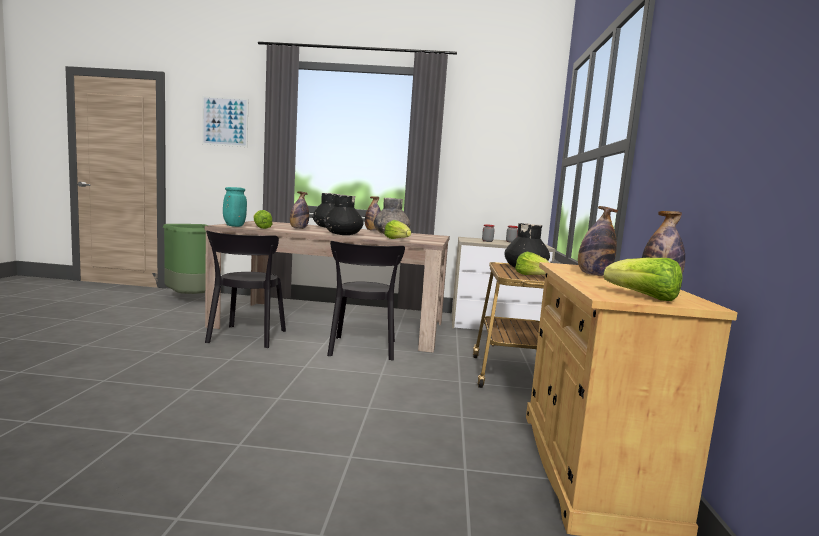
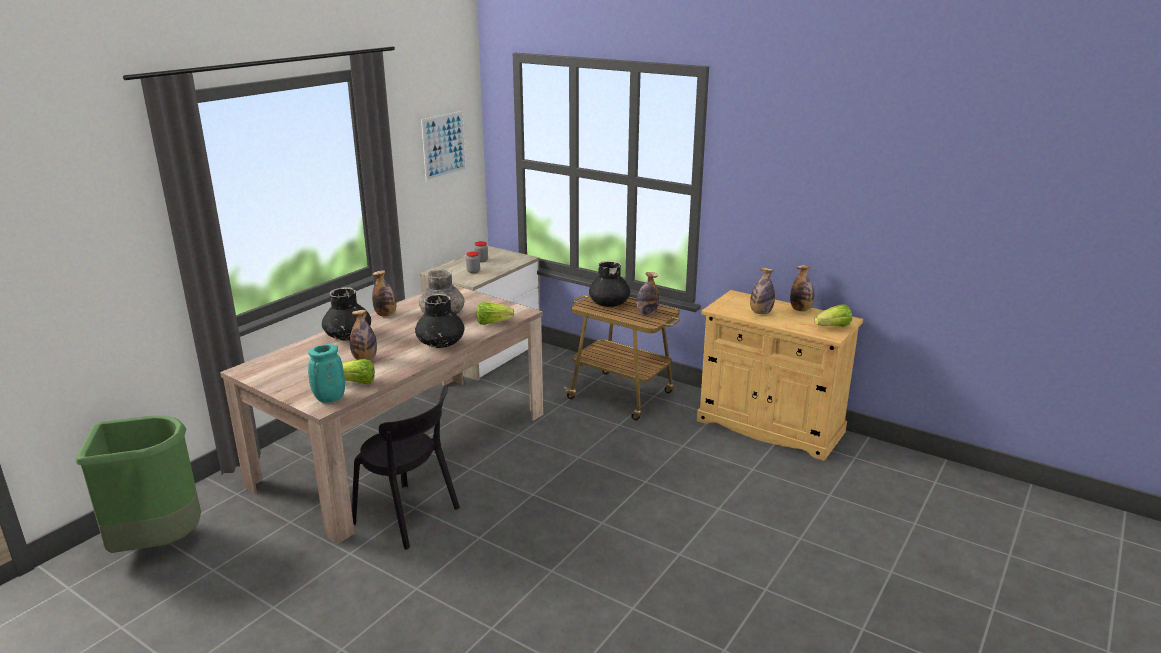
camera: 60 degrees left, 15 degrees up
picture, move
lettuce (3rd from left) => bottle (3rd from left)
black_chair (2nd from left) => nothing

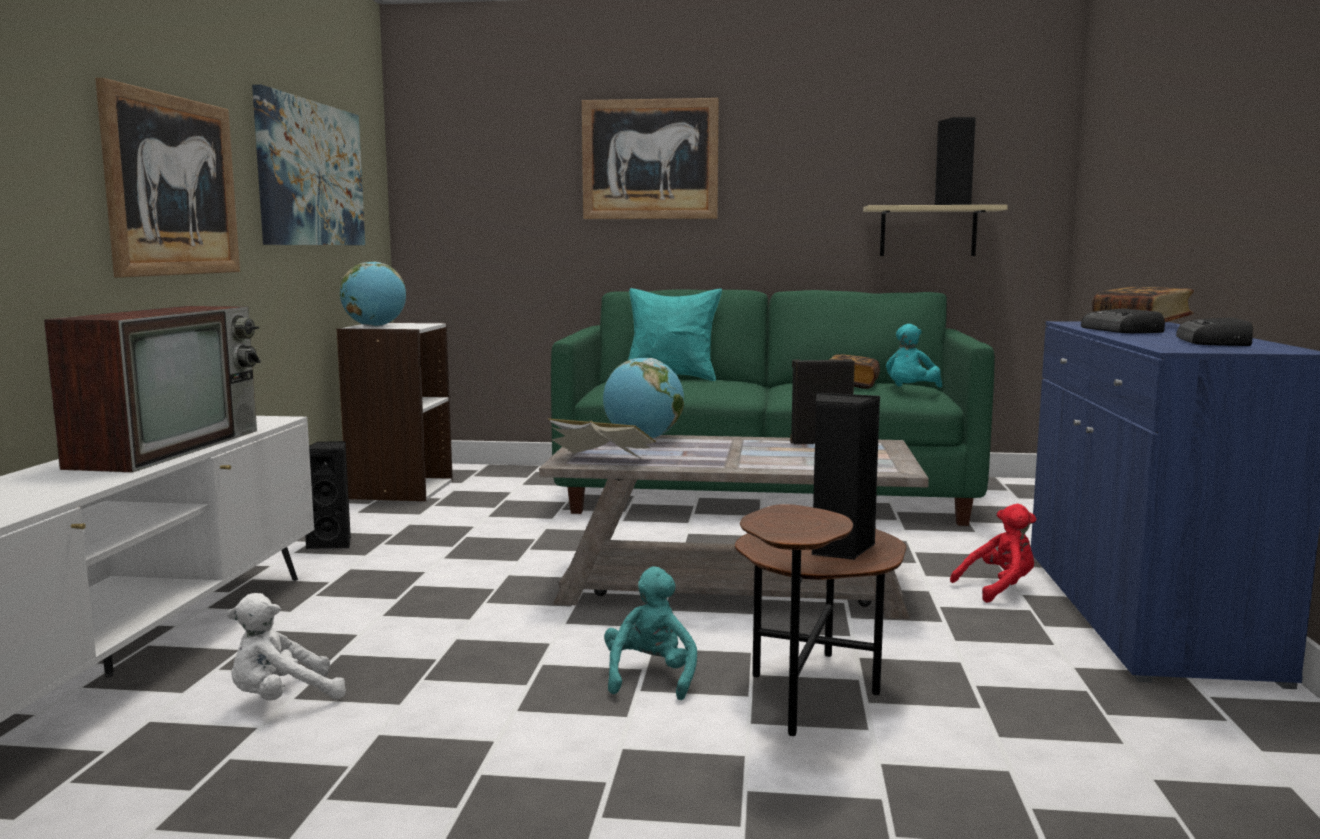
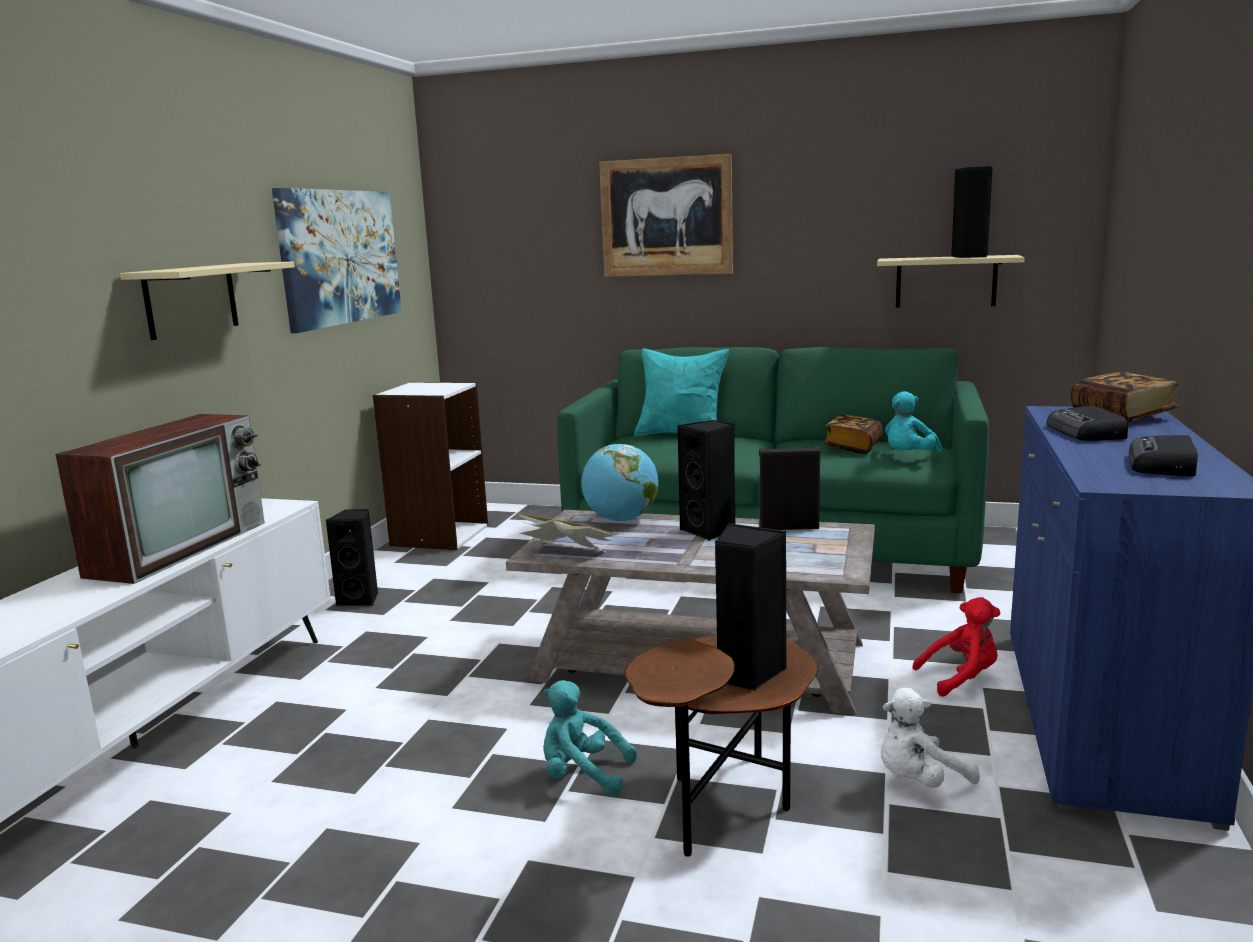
camera: 10 degrees right, 5 degrees up
picture (1st from left) => beige_shelf (1st from left)
turquoise_plush_toy (1st from left), 90 degrees counterclockwise
nothing => black_speaker (2nd from left)
white_plush_toy, move
globe (1st from left) => nothing

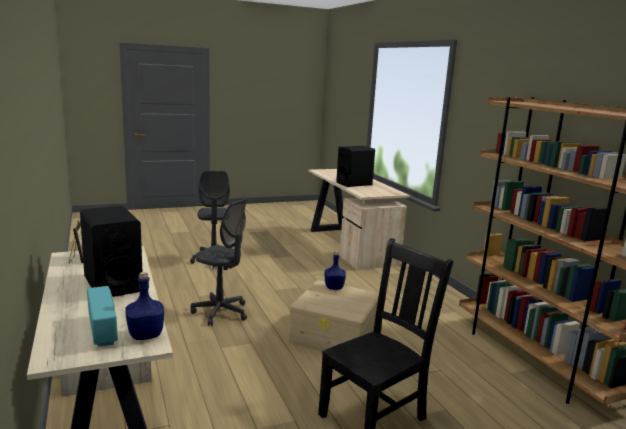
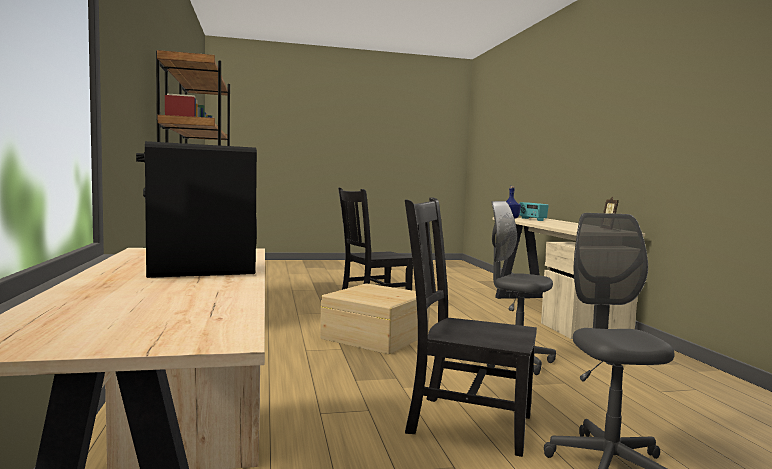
camera: 170 degrees left, 10 degrees down
nothing => black_chair (2nd from left)
black_speaker (1st from left) => nothing
blue_bottle (2nd from left) => nothing

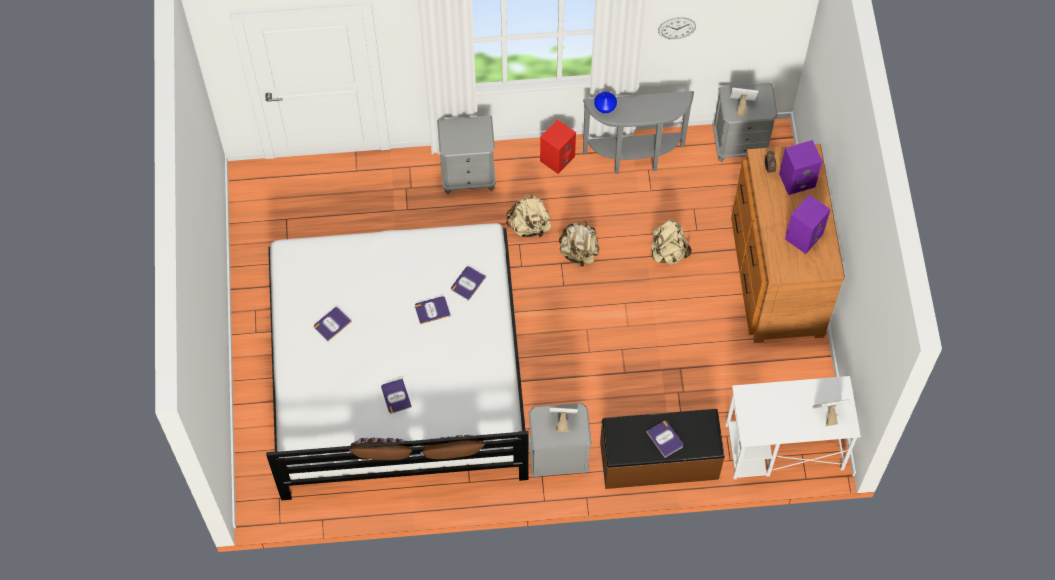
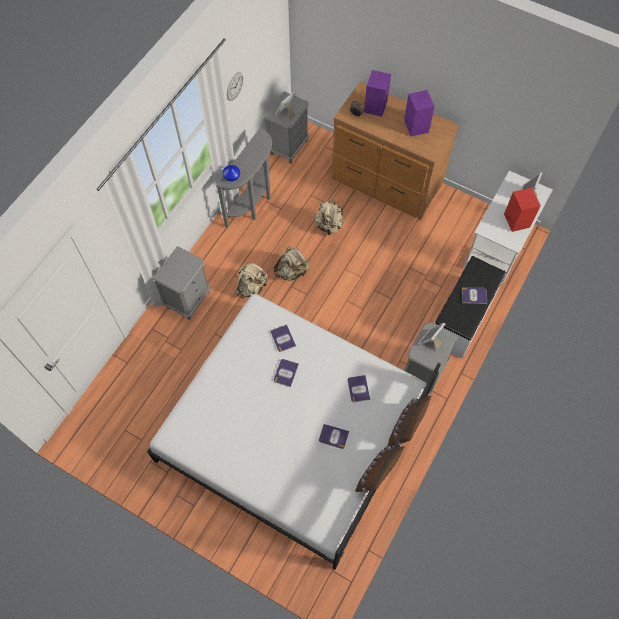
camera: 55 degrees left, 0 degrees up
book (1st from left in the first image) => book (4th from left), move
brown_bench => white_bench
red_speaker, move

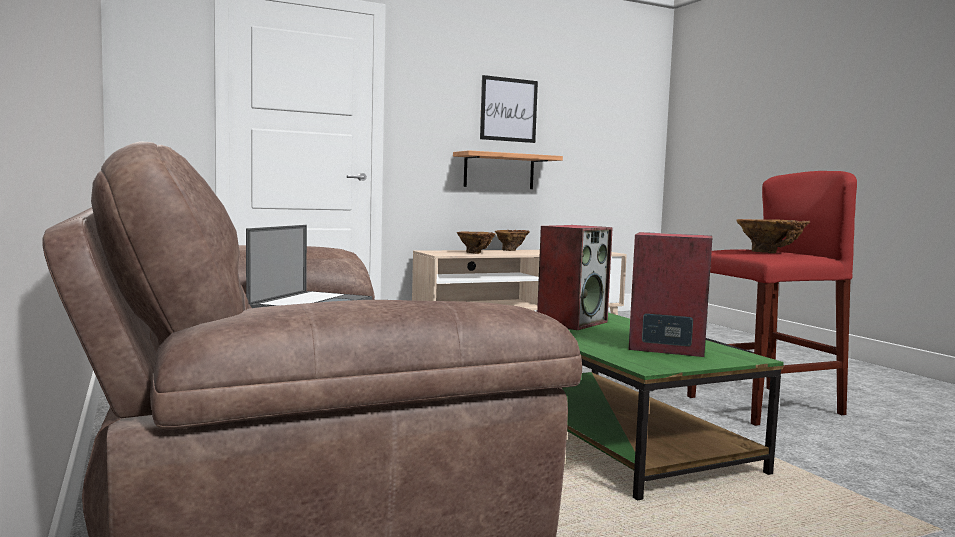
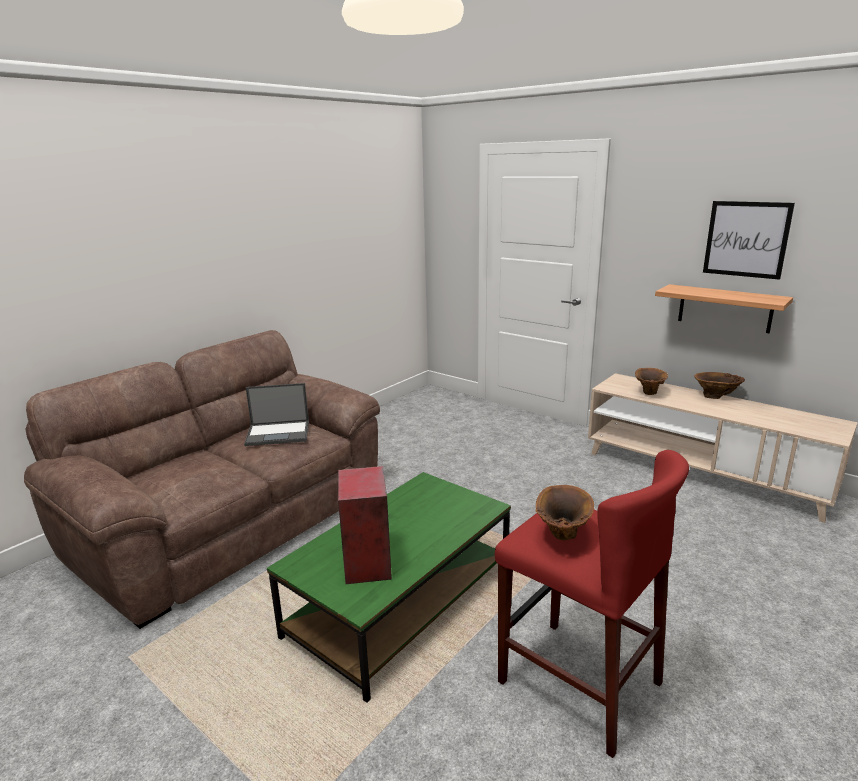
camera: 65 degrees right, 15 degrees up
speaker (1st from left) => nothing

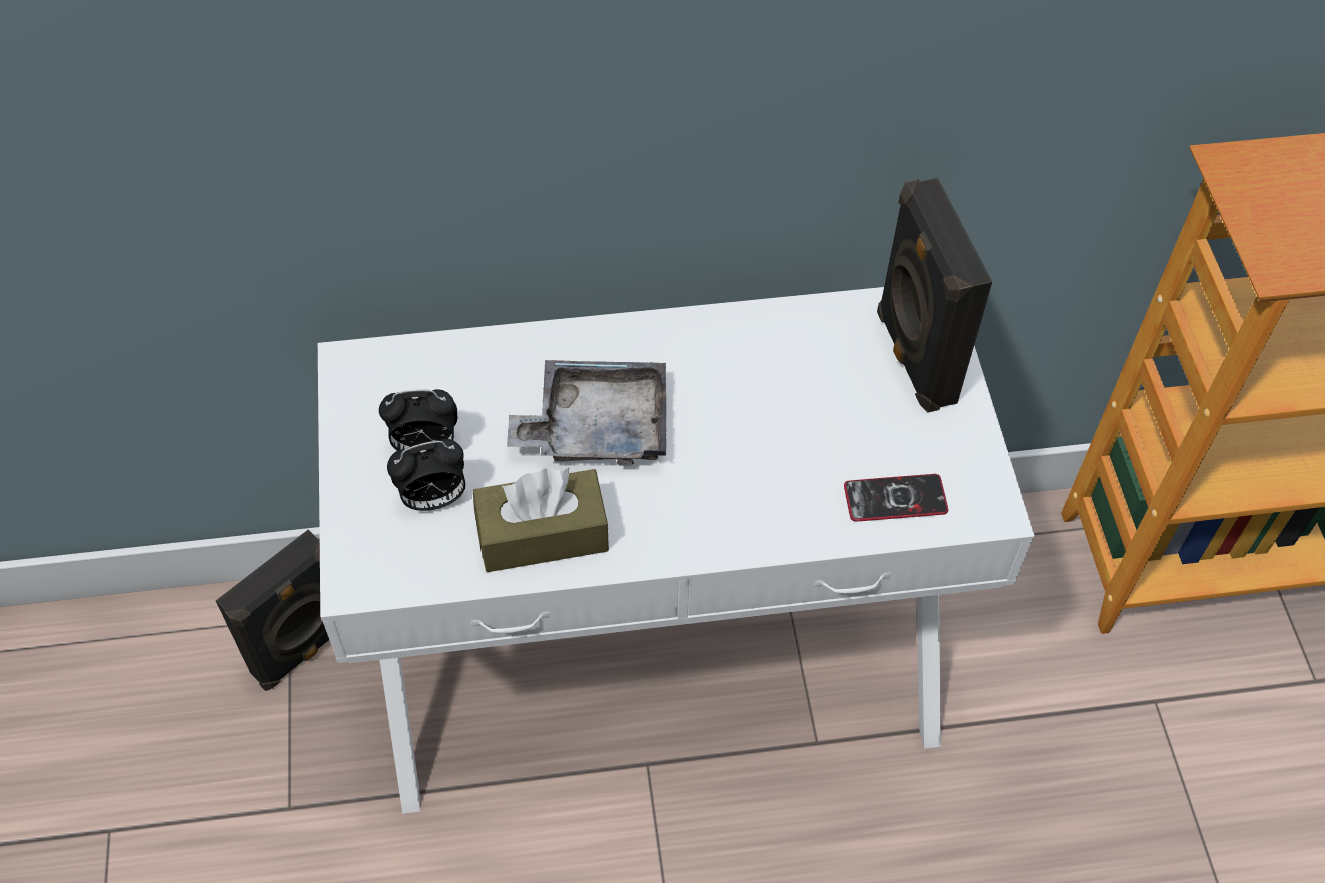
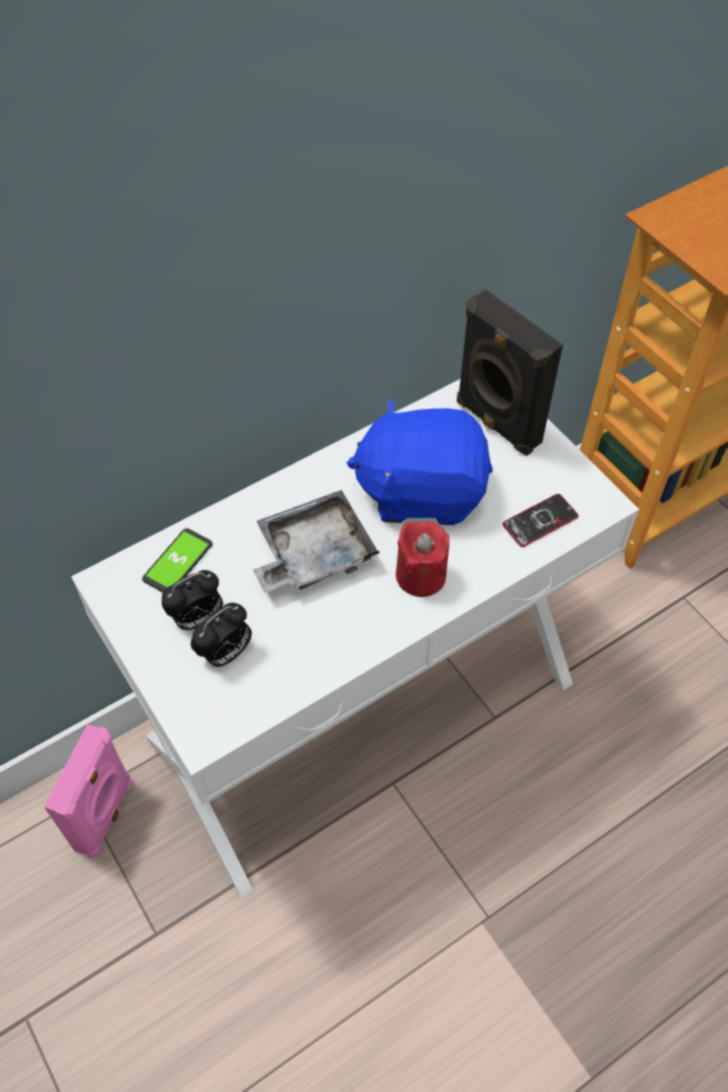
camera: 25 degrees left, 0 degrees up
black_speaker (1st from left) => pink_speaker
nothing => phone (1st from left)
nothing => blue_plush_toy
nothing => red_candle
brown_tissue_box => nothing

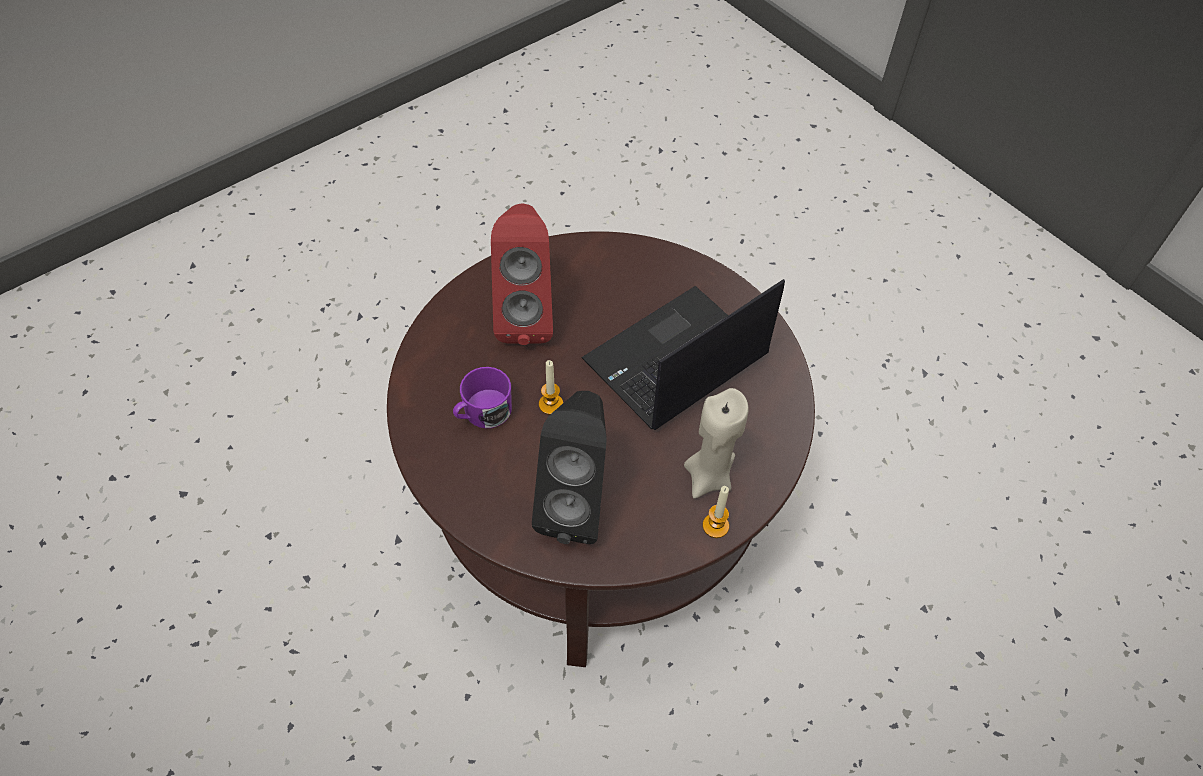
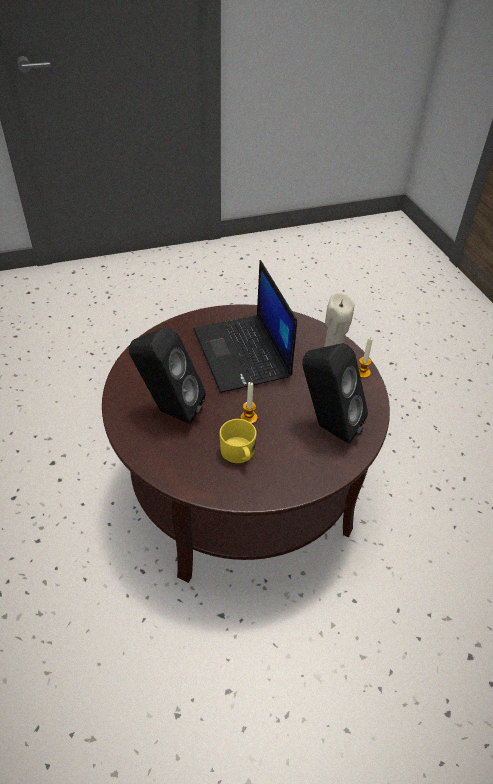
camera: 70 degrees left, 10 degrees down
red_speaker => black_speaker (1st from left)
purple_mug => yellow_mug

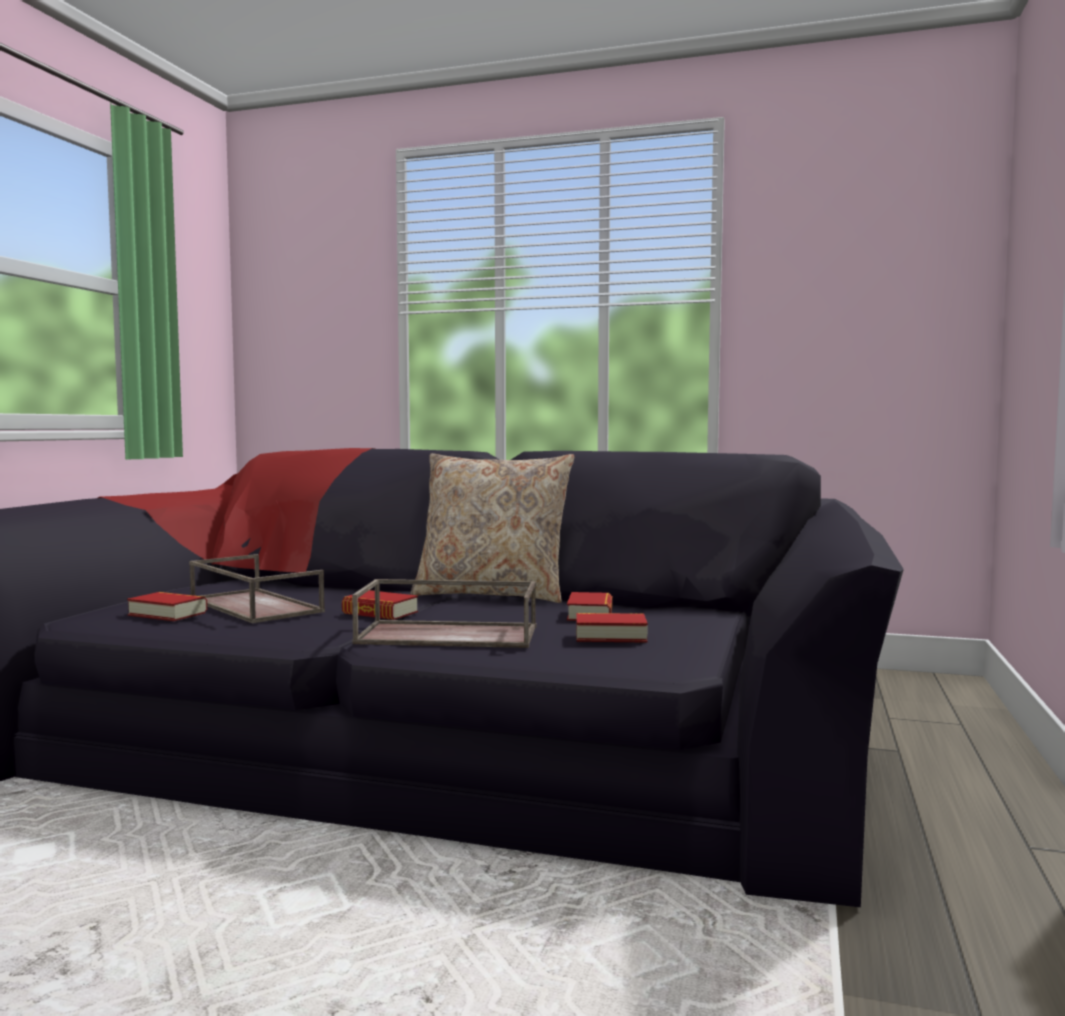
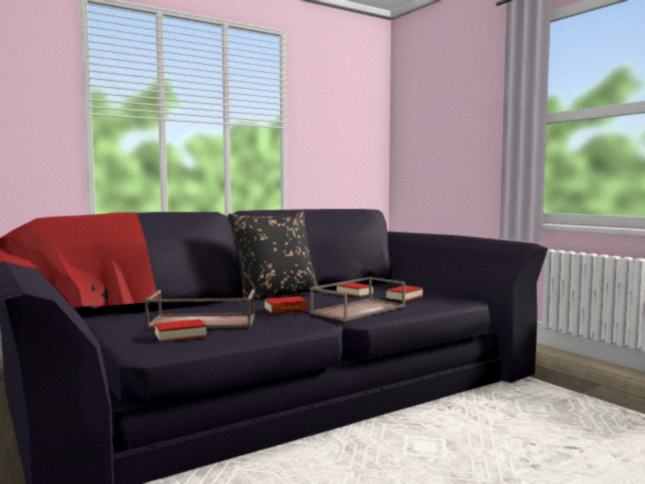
camera: 50 degrees left, 0 degrees up
beige_pillow => black_pillow

